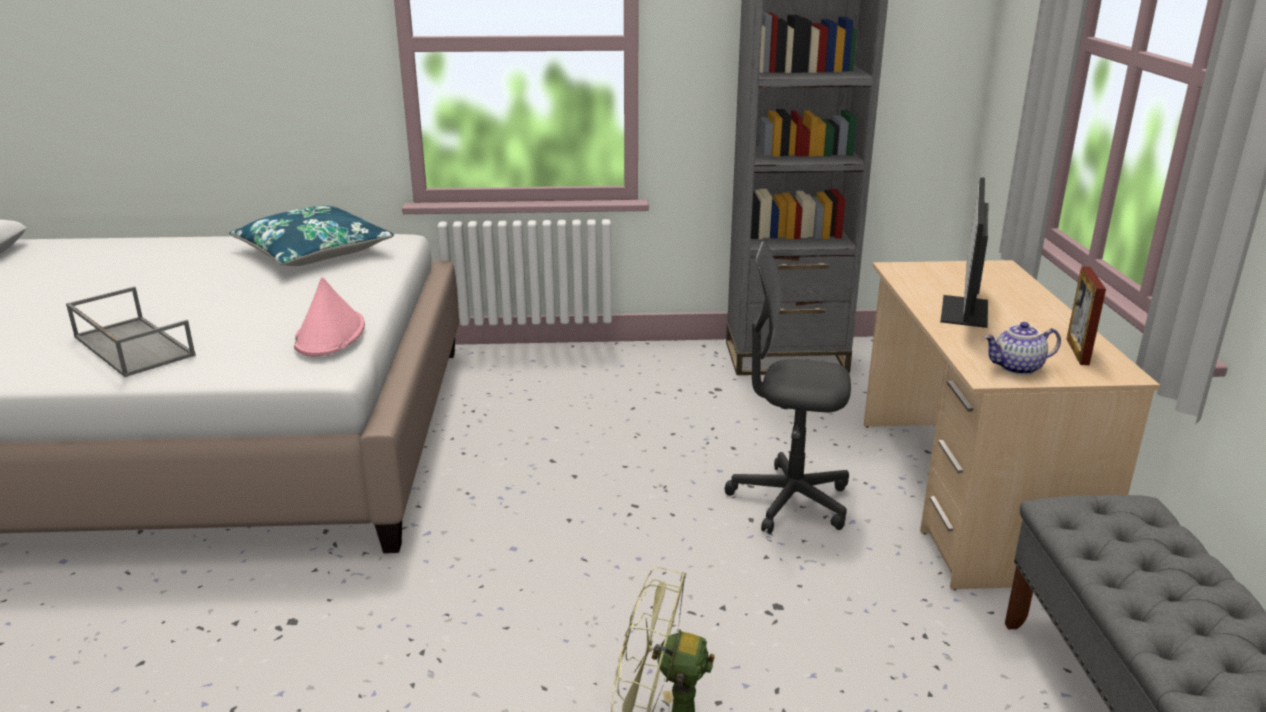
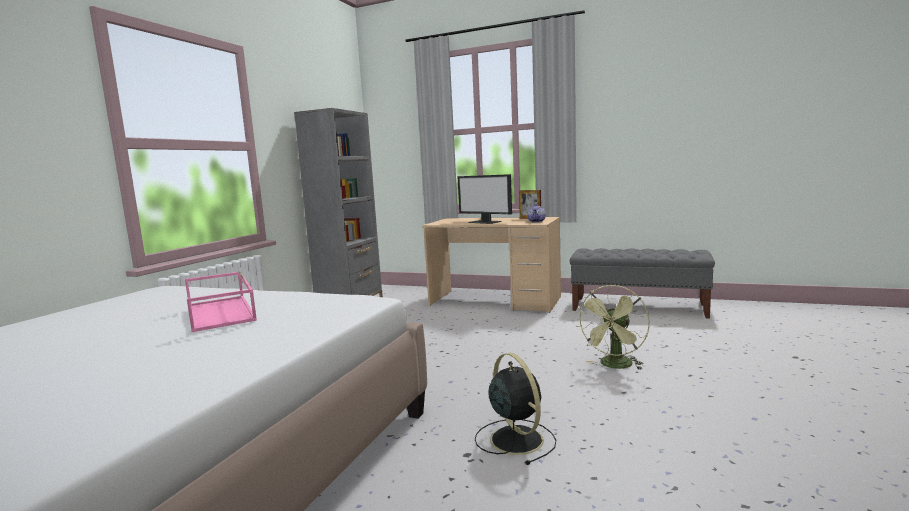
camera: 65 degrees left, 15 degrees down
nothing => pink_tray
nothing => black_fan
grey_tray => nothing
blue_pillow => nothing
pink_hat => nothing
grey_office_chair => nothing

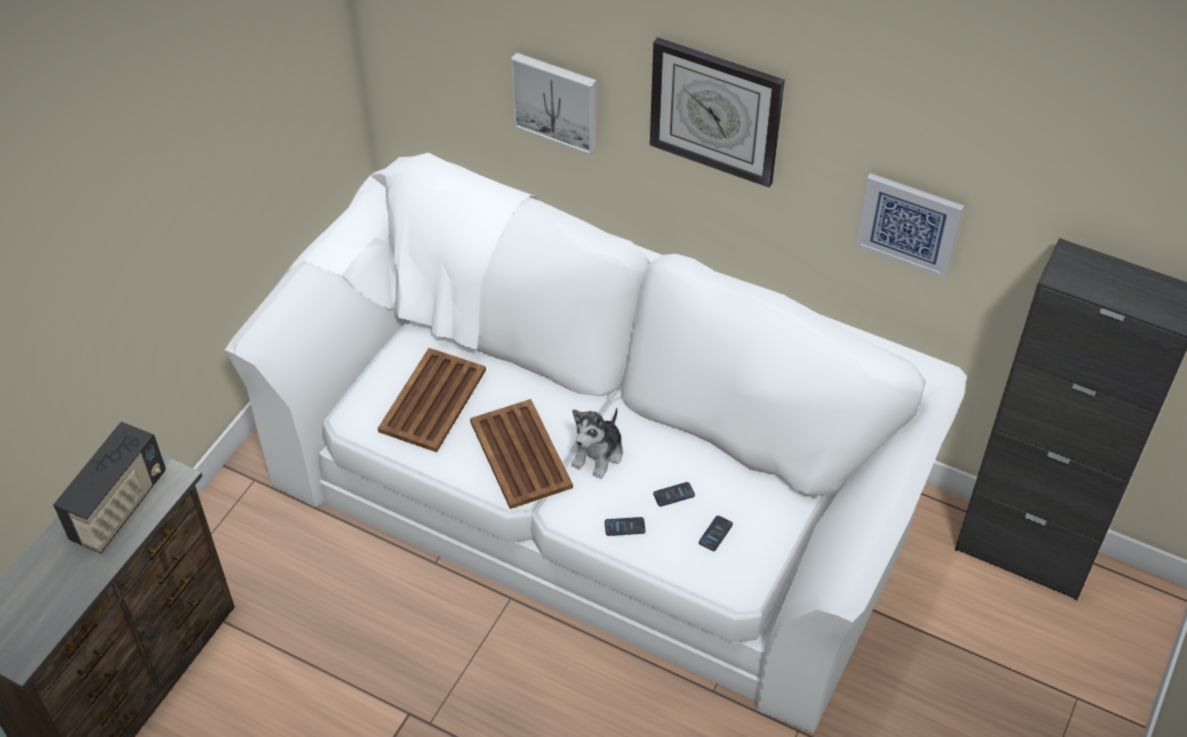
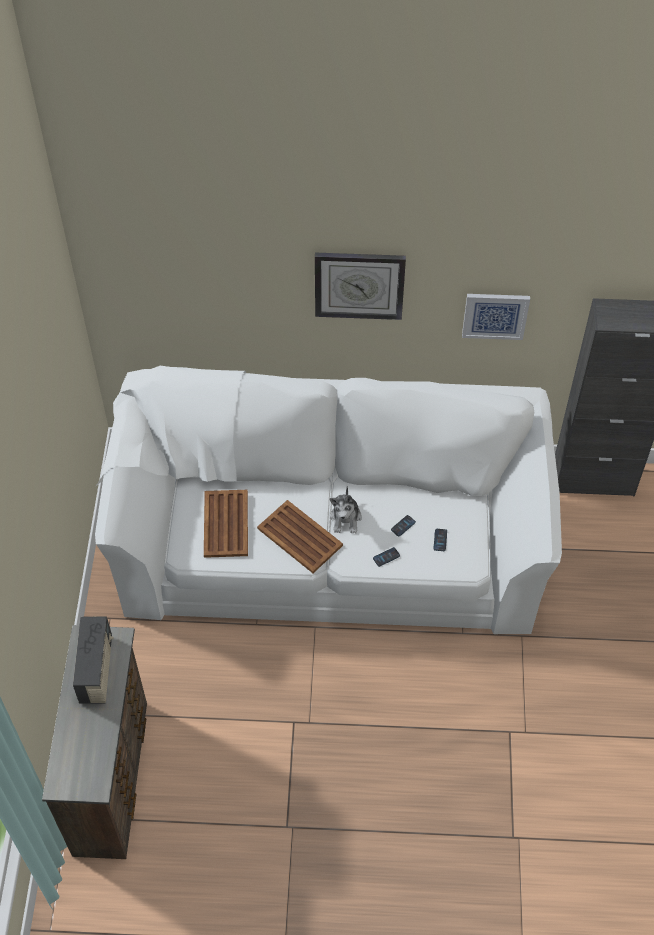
camera: 25 degrees left, 5 degrees up
picture (1st from left) => nothing

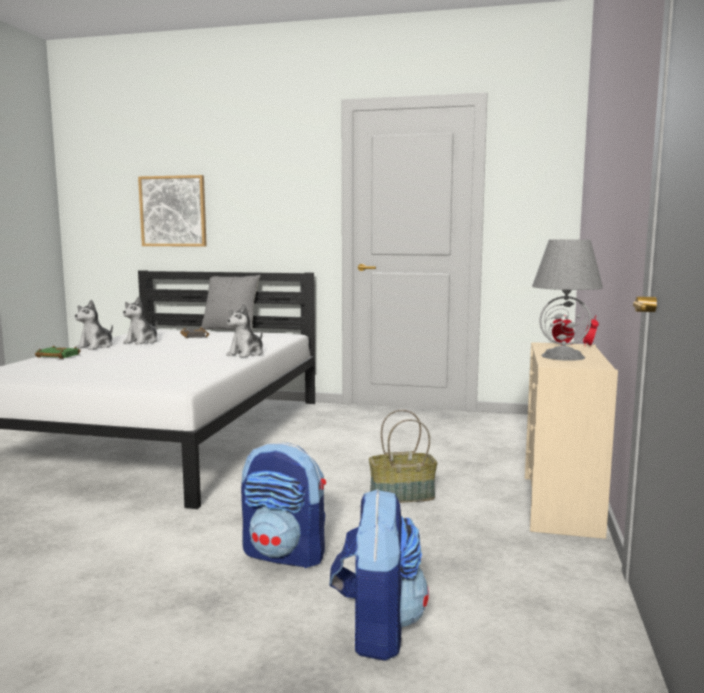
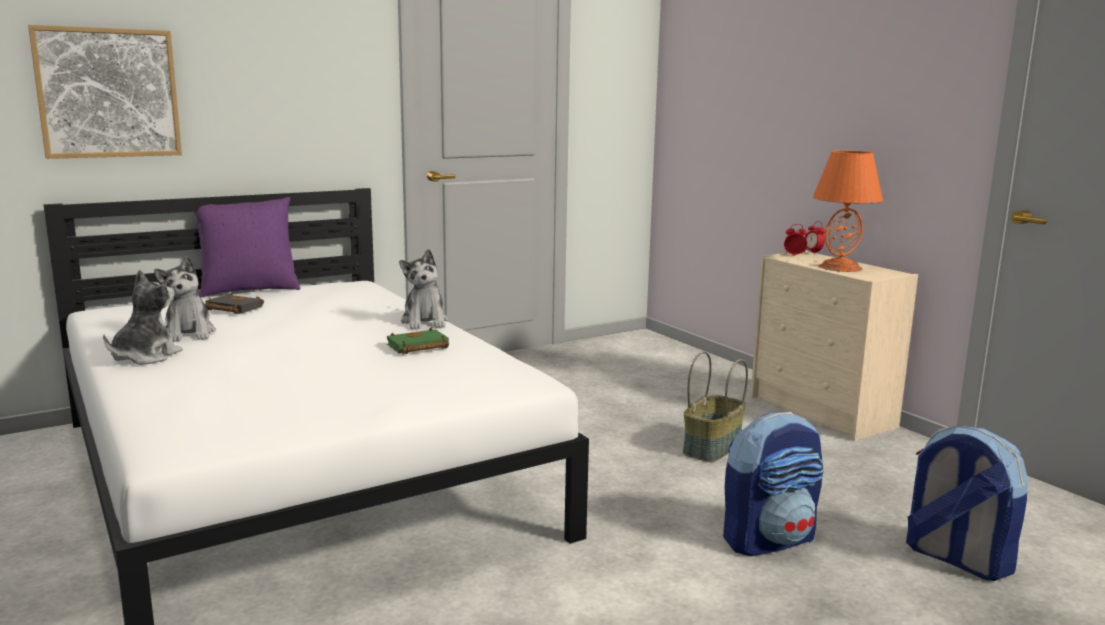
camera: 45 degrees left, 5 degrees up
plush_toy (1st from left), 135 degrees counterclockwise
grey_pillow => purple_pillow
green_book, move
grey_table_lamp => orange_table_lamp

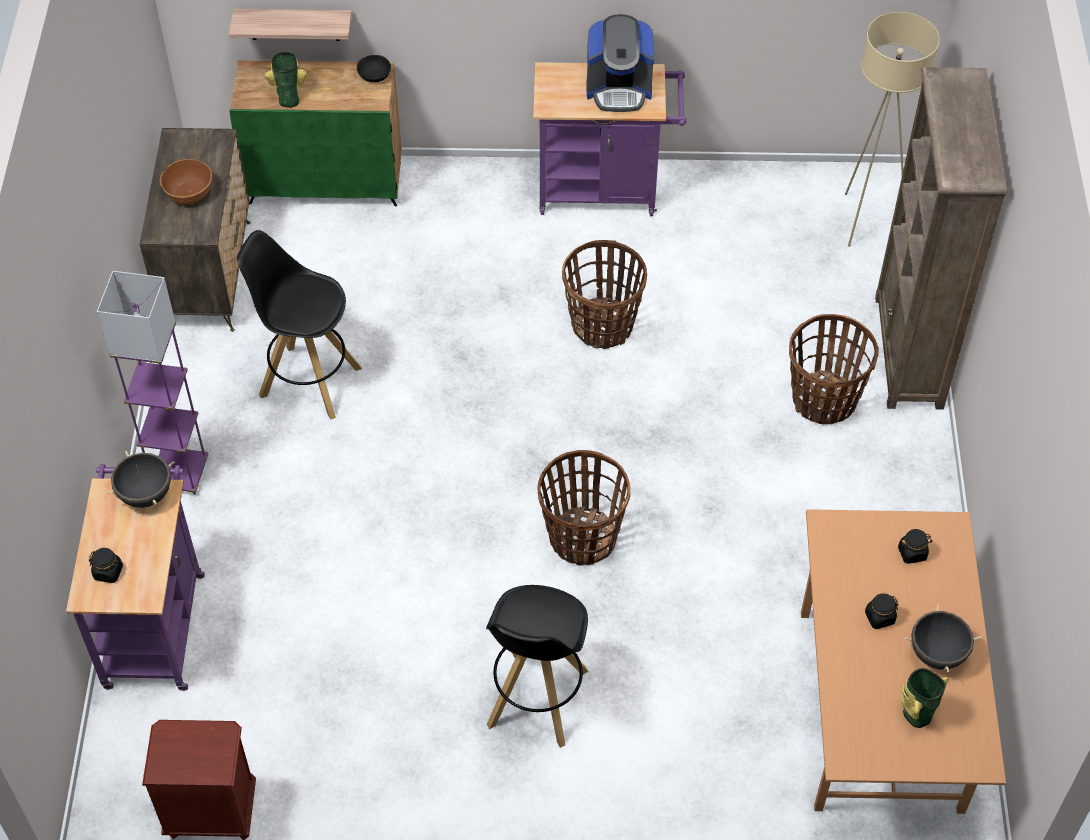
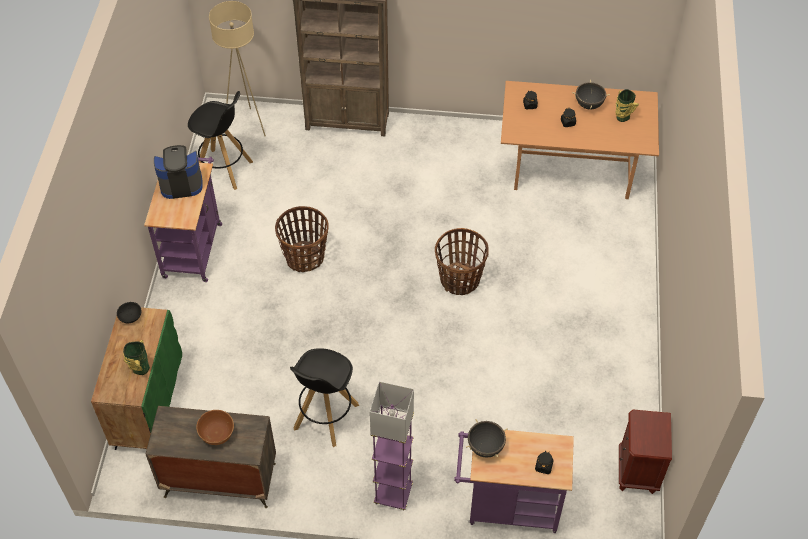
camera: 85 degrees left, 0 degrees up
coffee_machine, 105 degrees counterclockwise
black_stool (2nd from left in the first image) => black_stool (1st from left), move
shelf => nothing
basket (3rd from left) => nothing

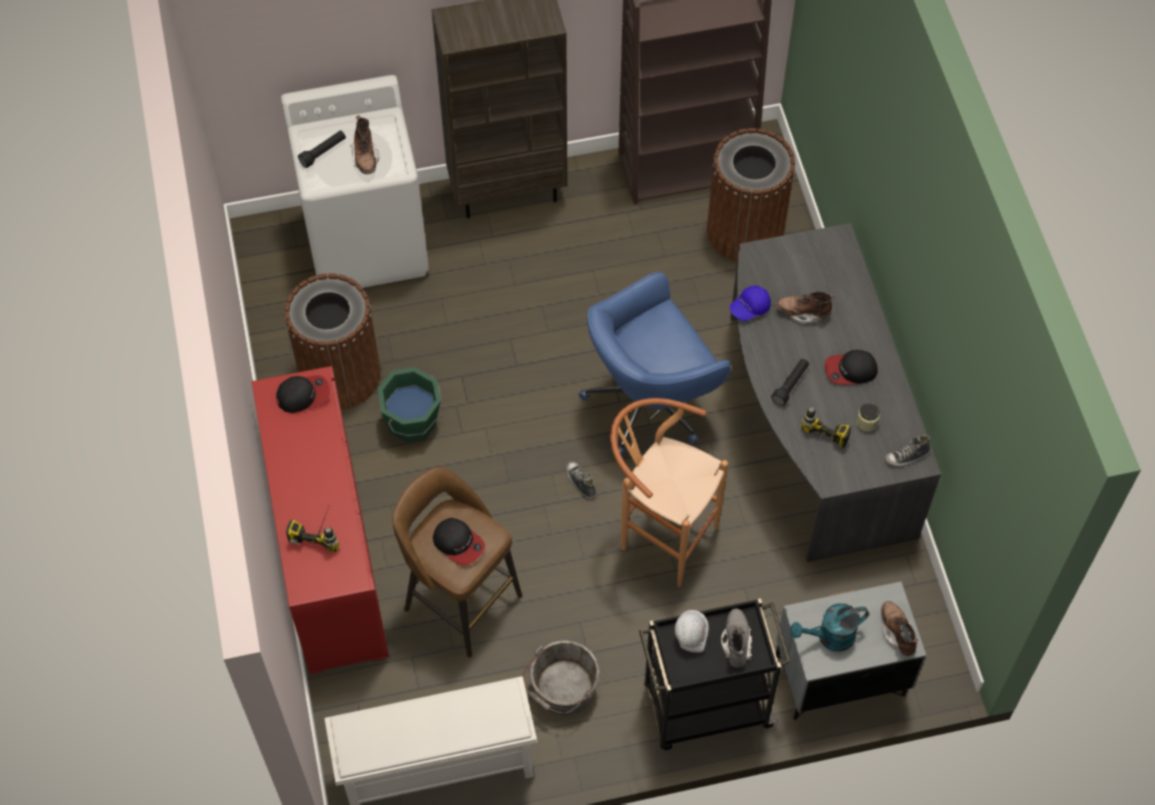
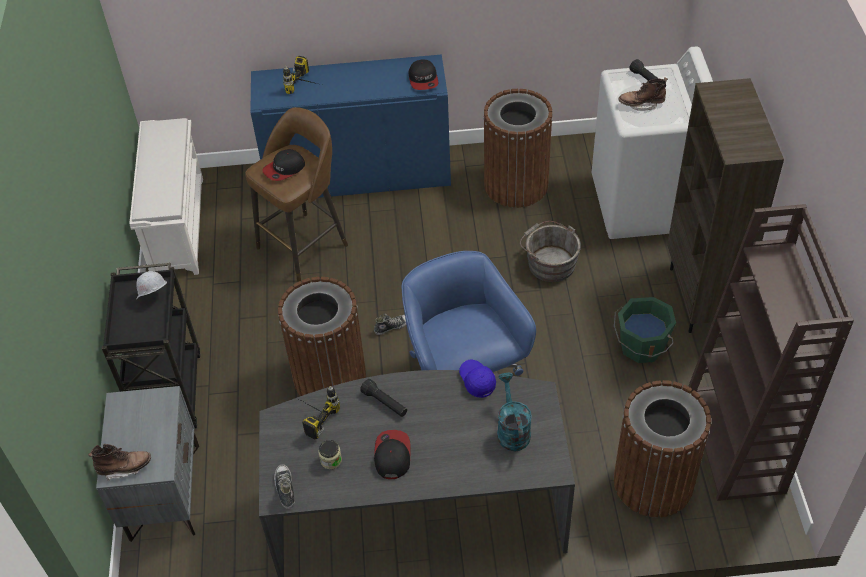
camera: 100 degrees right, 10 degrees down
red_cabinet => blue_cabinet
brown_stool (2nd from left) => brown_trash_can (1st from left)
turquoise_watering_can, move
grey_bucket, move
green_bucket, move
grey_boot => nothing
brown_boot (2nd from left) => nothing

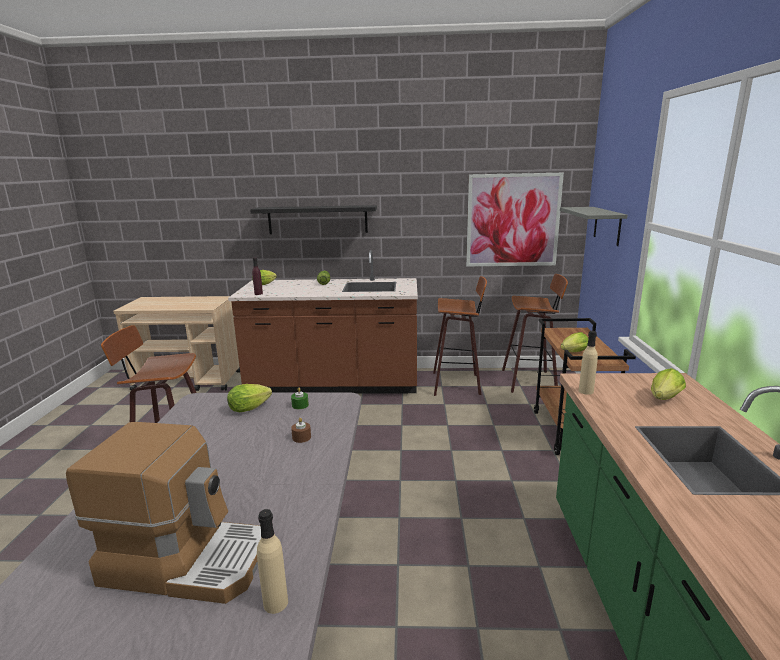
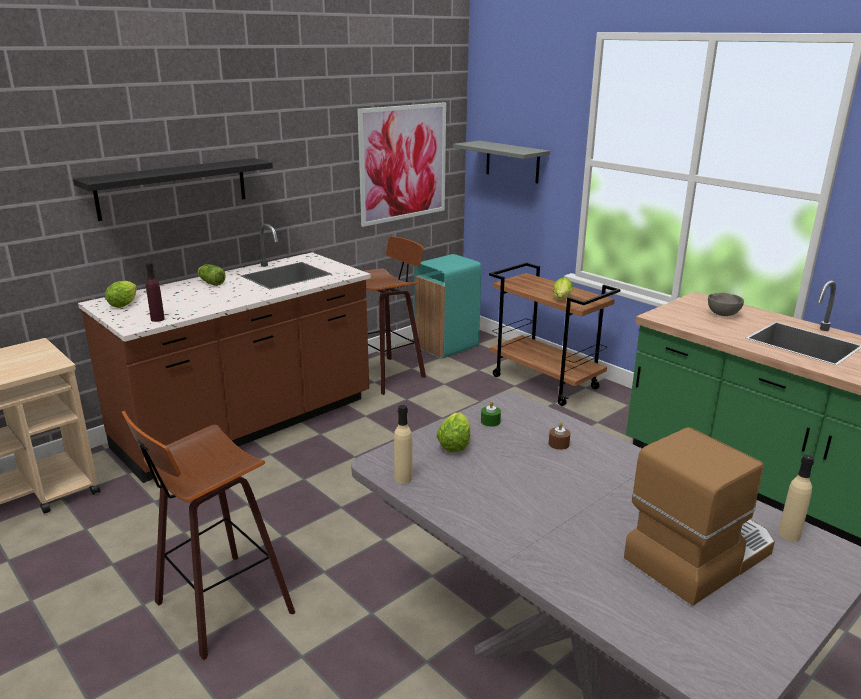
camera: 45 degrees left, 5 degrees up
beige_bottle (2nd from left in the first image) => beige_bottle (1st from left), move
stool (3rd from left) => turquoise_trash_can
lettuce (5th from left) => grey_bowl

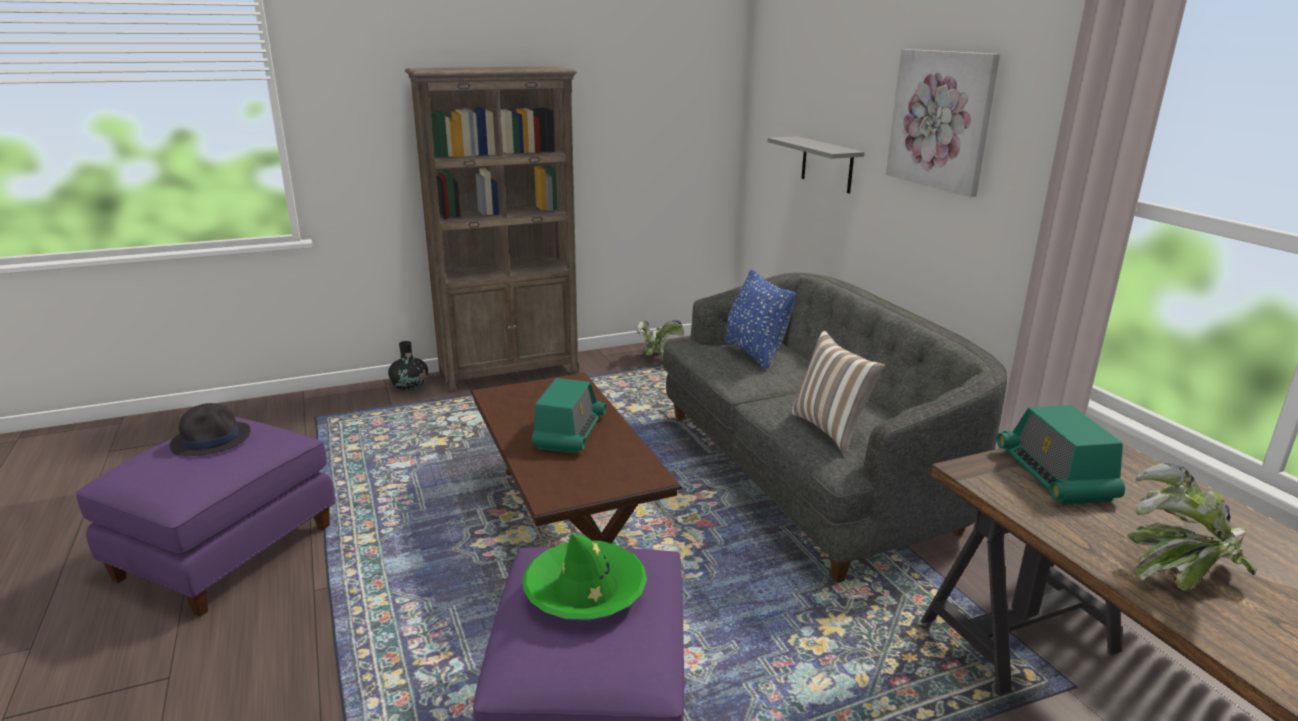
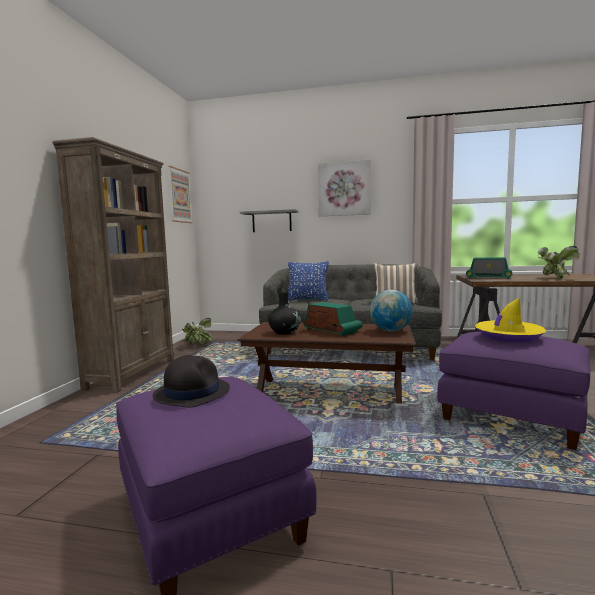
camera: 55 degrees left, 15 degrees down
nothing => picture (1st from left)
black_vase, move
nothing => globe
green_hat => yellow_hat

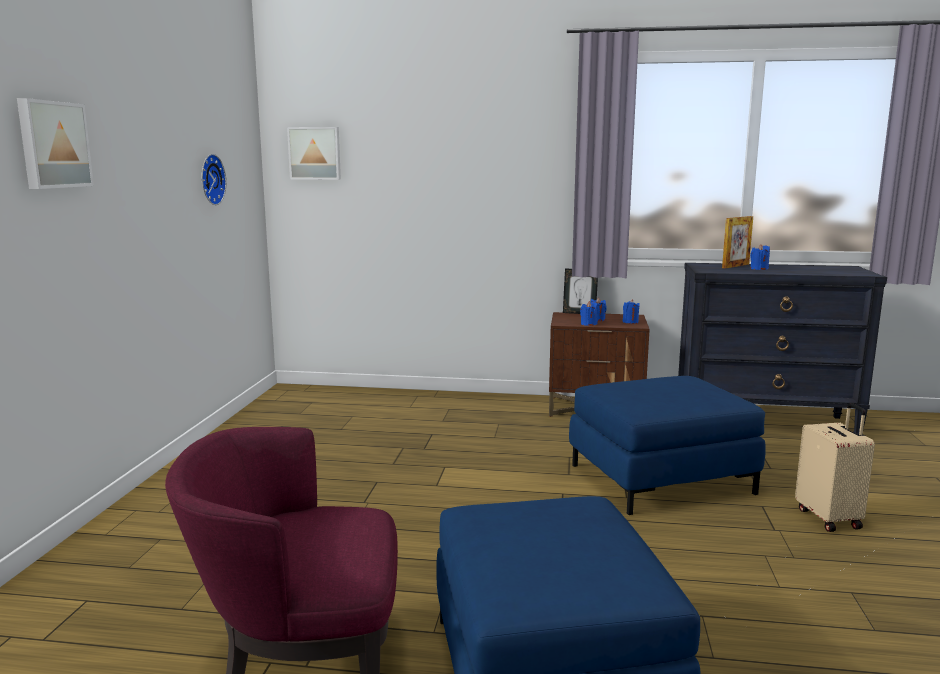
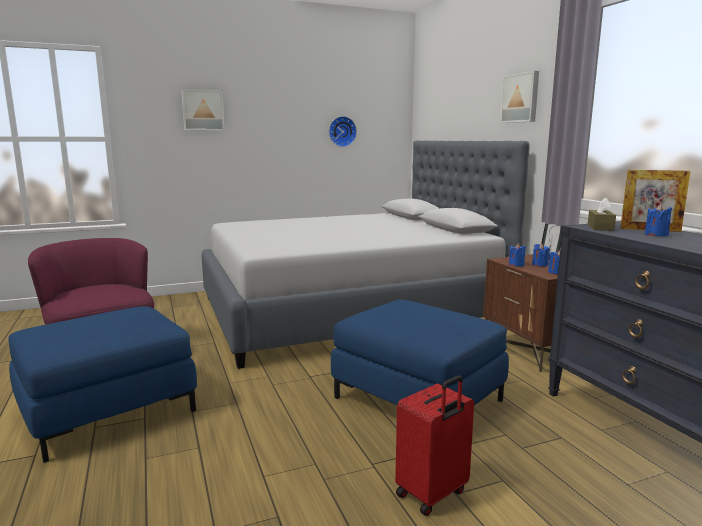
camera: 60 degrees right, 0 degrees up
nothing => grey_bed
beige_suitcase => red_suitcase
picture (2nd from left), move
nothing => brown_tissue_box

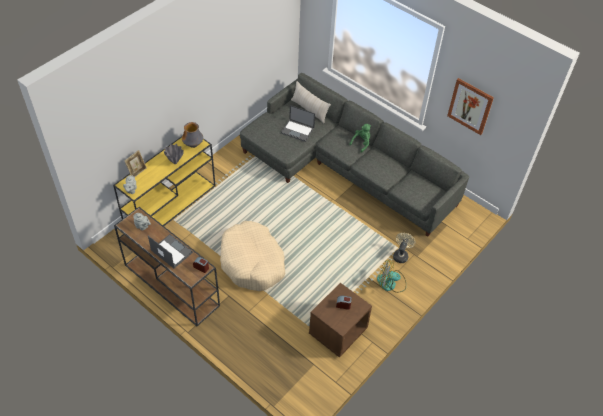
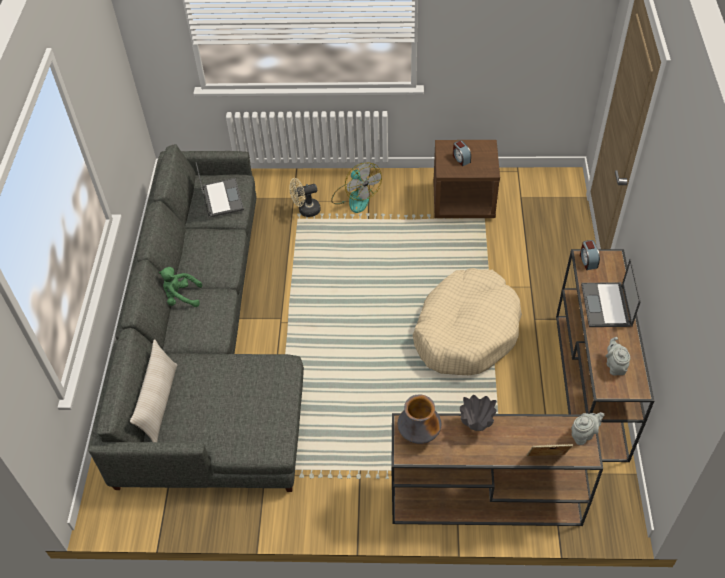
camera: 125 degrees left, 0 degrees up
laptop (2nd from left in the first image) => laptop (1st from left), move
yellow_console_table => brown_console_table (1st from left)
picture => nothing

